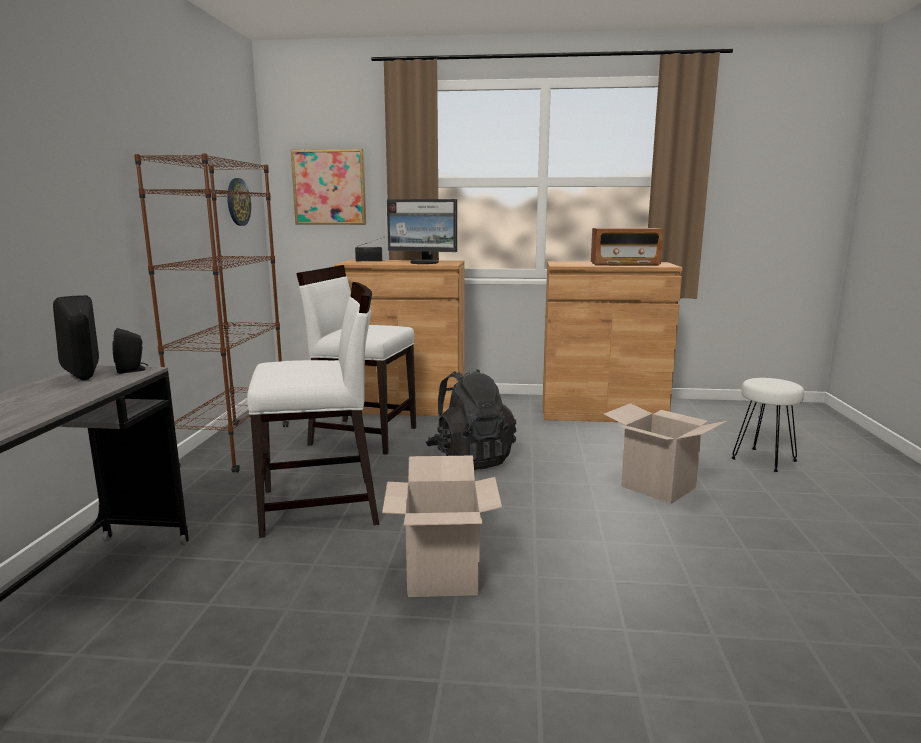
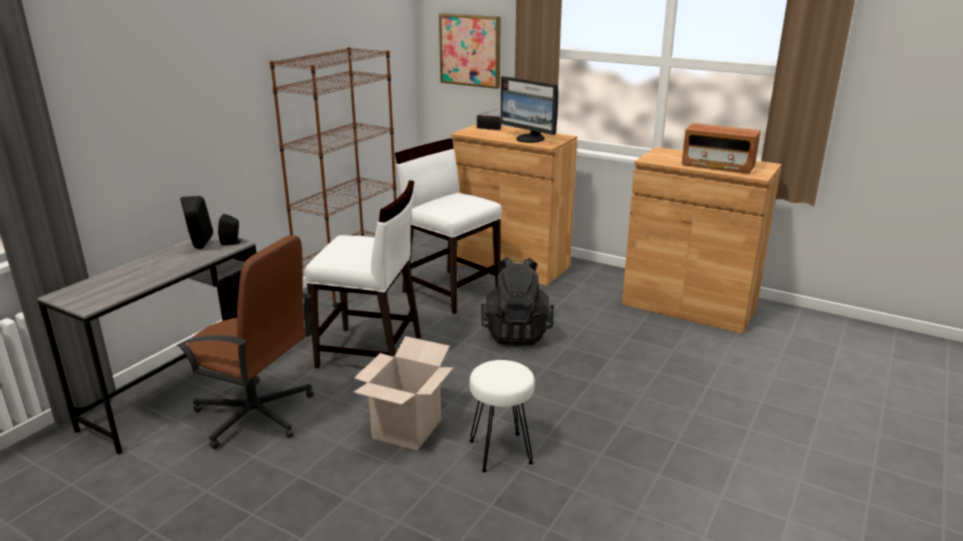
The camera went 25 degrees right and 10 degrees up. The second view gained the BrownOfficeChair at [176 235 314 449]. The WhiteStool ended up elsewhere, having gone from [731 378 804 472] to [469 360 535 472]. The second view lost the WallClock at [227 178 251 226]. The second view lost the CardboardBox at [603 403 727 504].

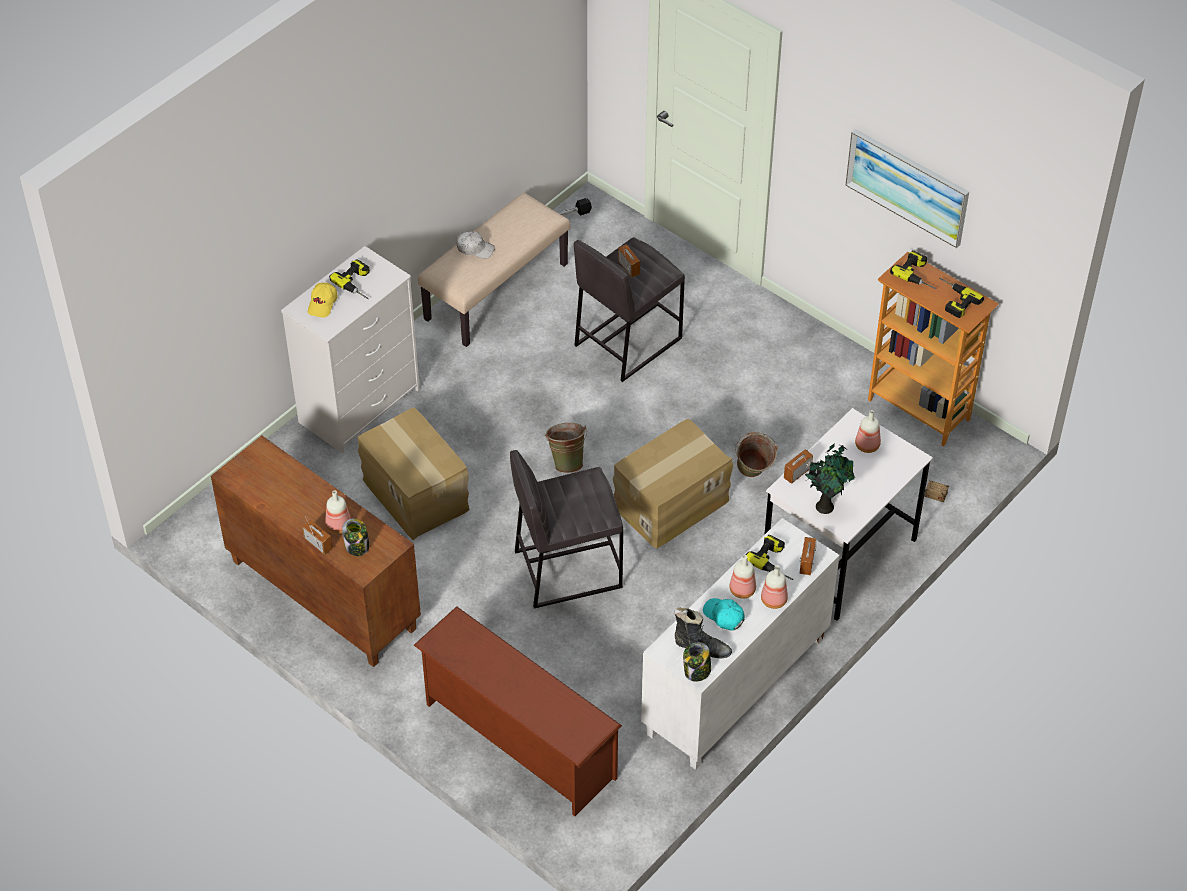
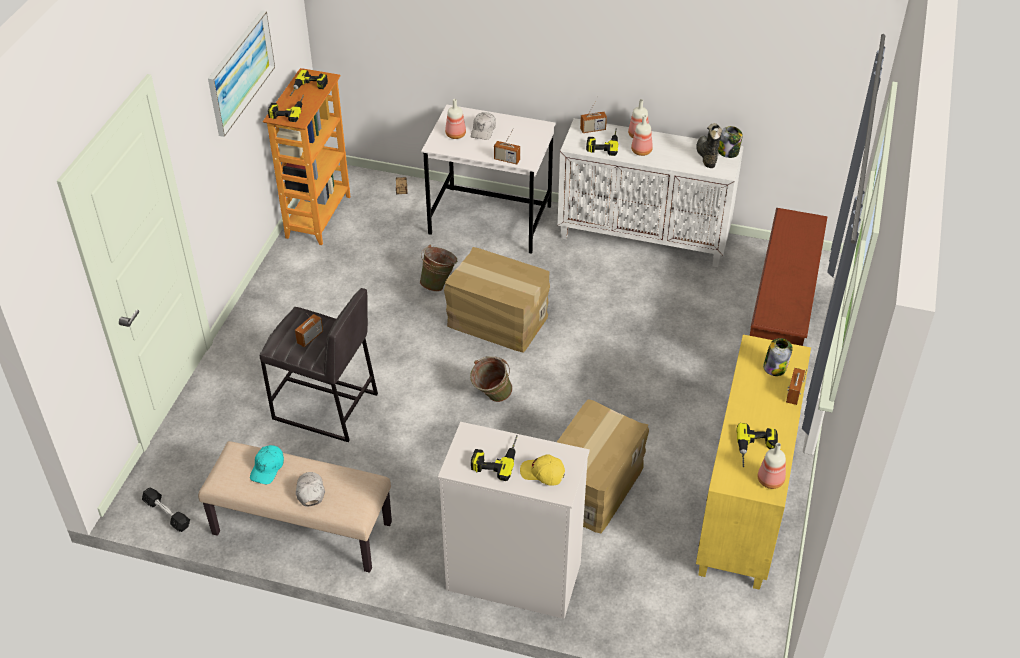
The camera went 115 degrees left and 5 degrees down. The TurquoiseCap ended up elsewhere, having gone from [703 598 745 631] to [250 445 284 484]. The second view gained the WhiteCap at [471 112 496 140]. The YellowCap at [308 283 338 318] ended up facing another way, 150 degrees counterclockwise from before. What was the BrownCabinet at [211 436 421 667] turned into the YellowCabinet at [696 335 811 590]. The second view gained the PowerDrill at [737 423 778 467]. The Bottle ended up elsewhere, having gone from [325 490 351 534] to [758 443 786 489]. The second view lost the GreyStool at [510 450 623 608]. The second view lost the PottedPlant at [805 443 855 514].

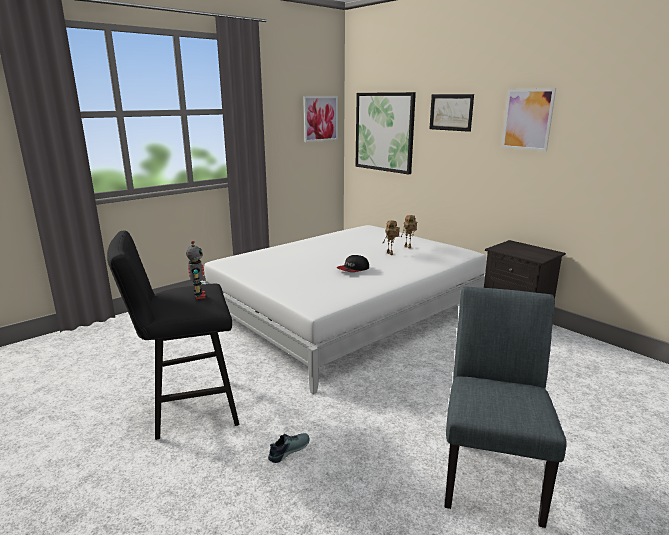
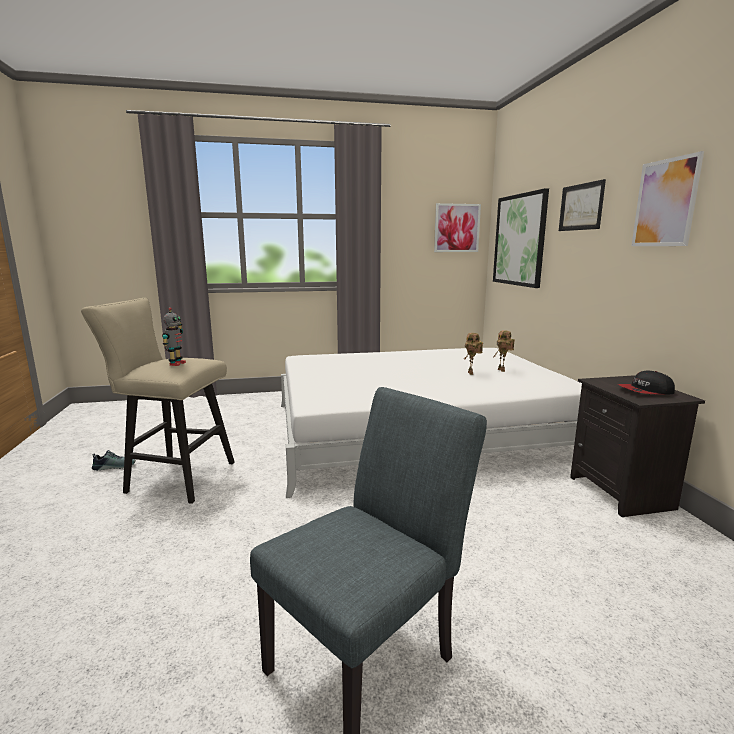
The camera went 30 degrees right and 5 degrees down. What was the BlackStool at [107 231 240 440] turned into the BeigeStool at [81 298 235 504]. The Shoe ended up elsewhere, having gone from [268 433 310 463] to [92 450 136 471]. The Cap ended up elsewhere, having gone from [336 255 369 272] to [618 371 675 395].

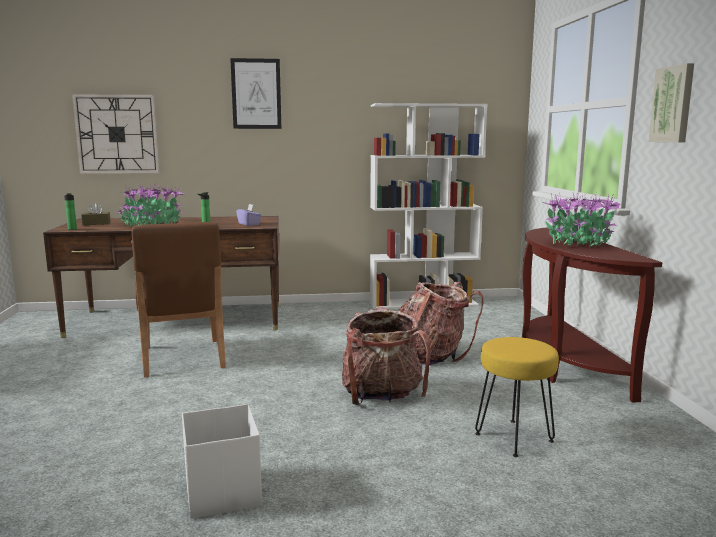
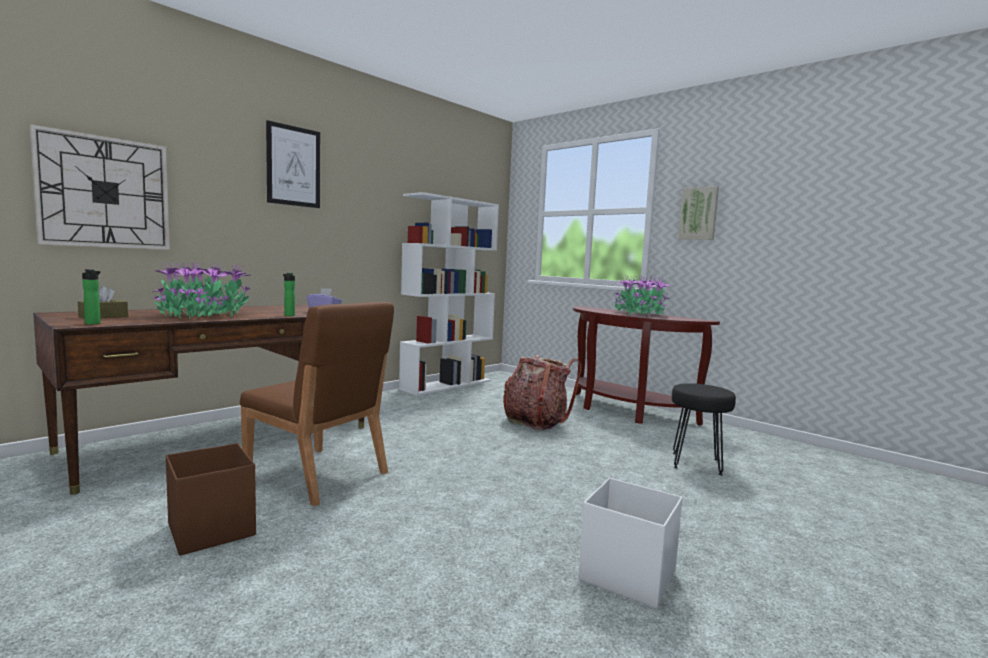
The camera went 40 degrees left and 5 degrees down. The second view gained the BrownStorageBox at [166 443 256 556]. What was the YellowStool at [475 337 559 457] turned into the BlackStool at [672 383 736 475]. The second view lost the Backpack at [342 307 431 405].

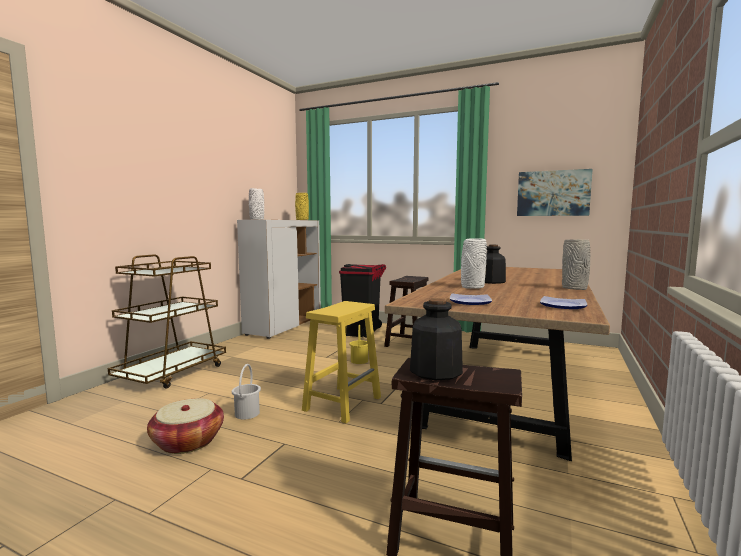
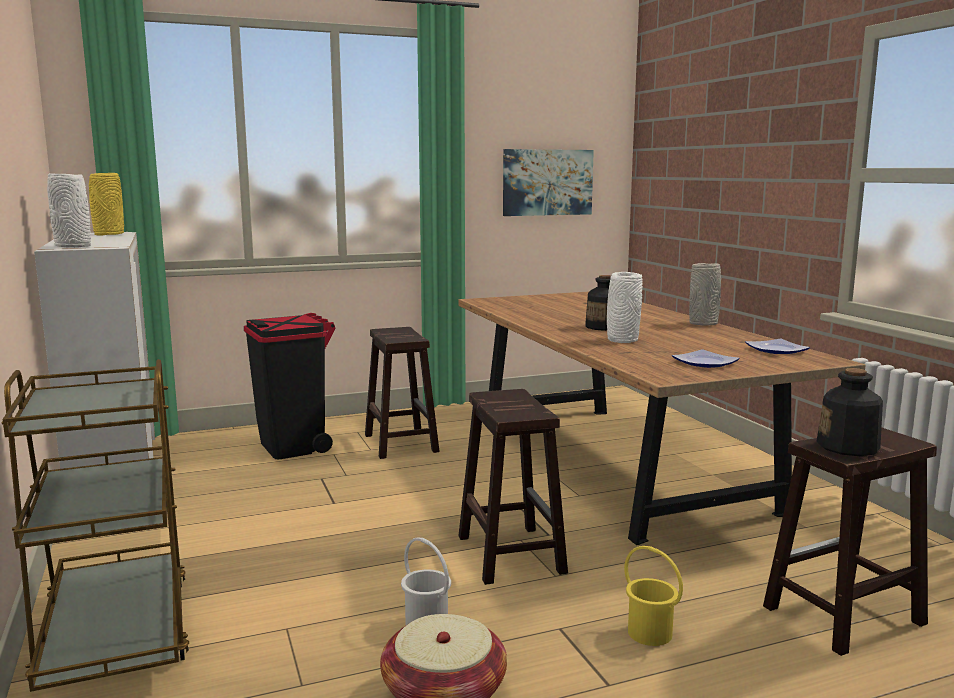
The camera went 45 degrees left and 5 degrees up. What was the YellowStool at [302 301 381 424] turned into the BrownStool at [458 389 568 585]. The YellowBucket ended up elsewhere, having gone from [349 325 368 364] to [624 546 683 646].

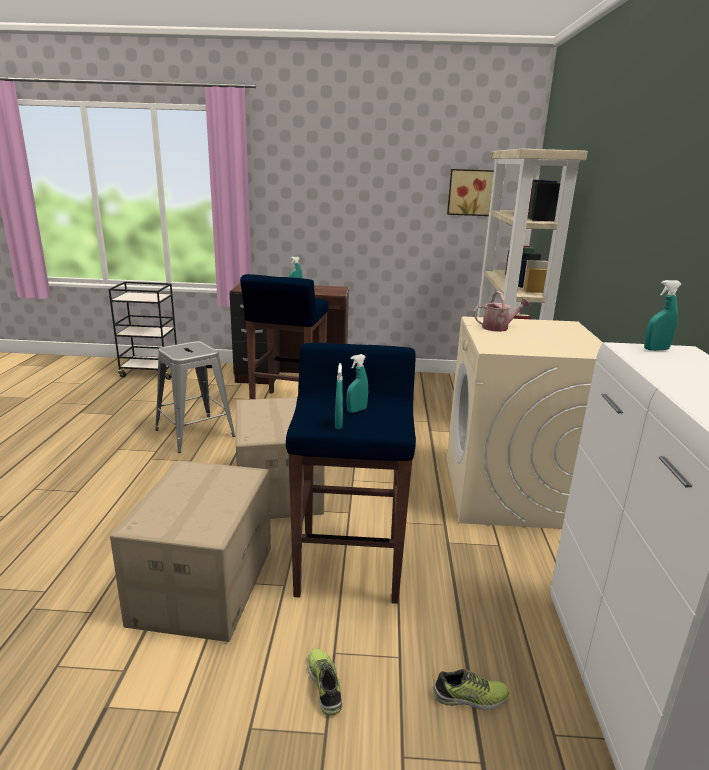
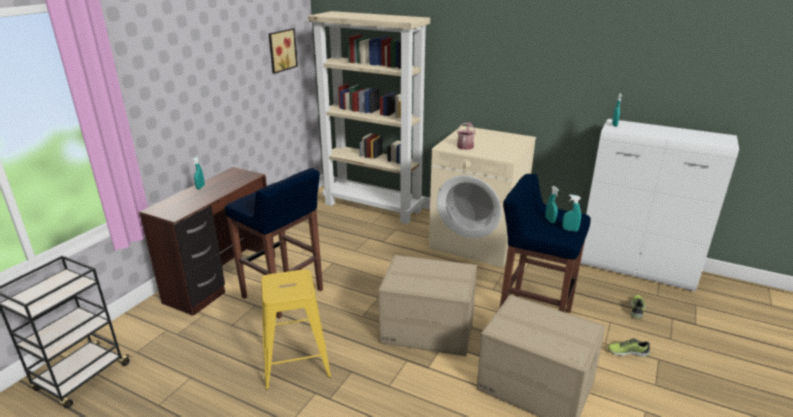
The camera went 65 degrees left and 5 degrees up. What was the GreyStool at [155 341 235 453] turned into the YellowStool at [261 269 331 389].

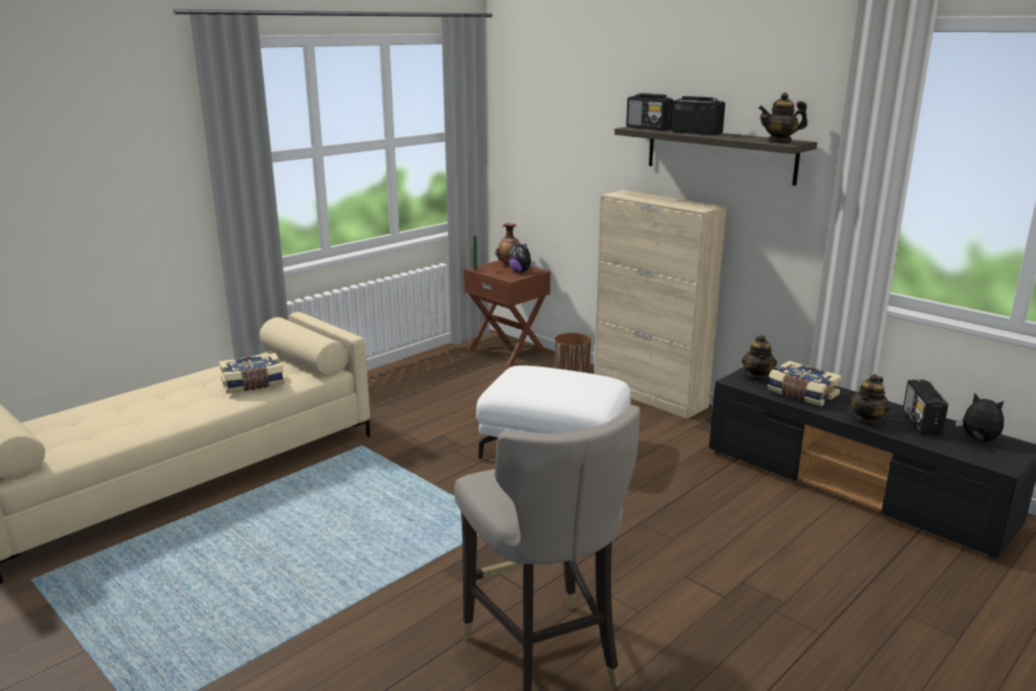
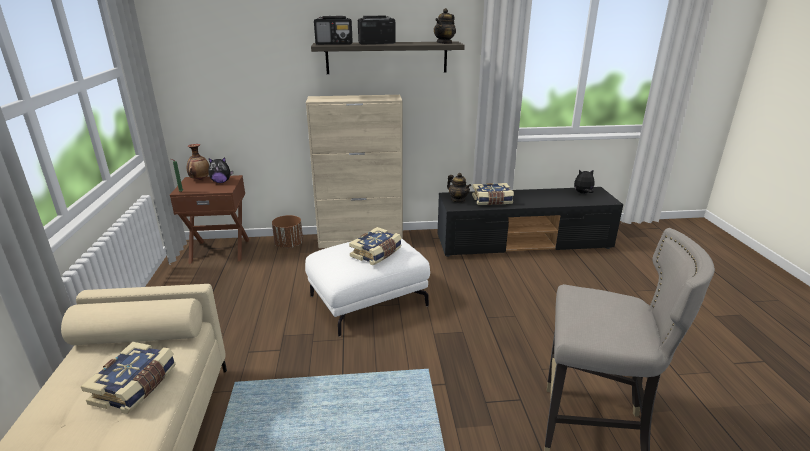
The camera went 50 degrees left and 5 degrees up. The second view gained the Book at [349 227 402 265]. The second view lost the Teapot at [850 374 890 427]. The second view lost the Radio at [903 379 948 436].

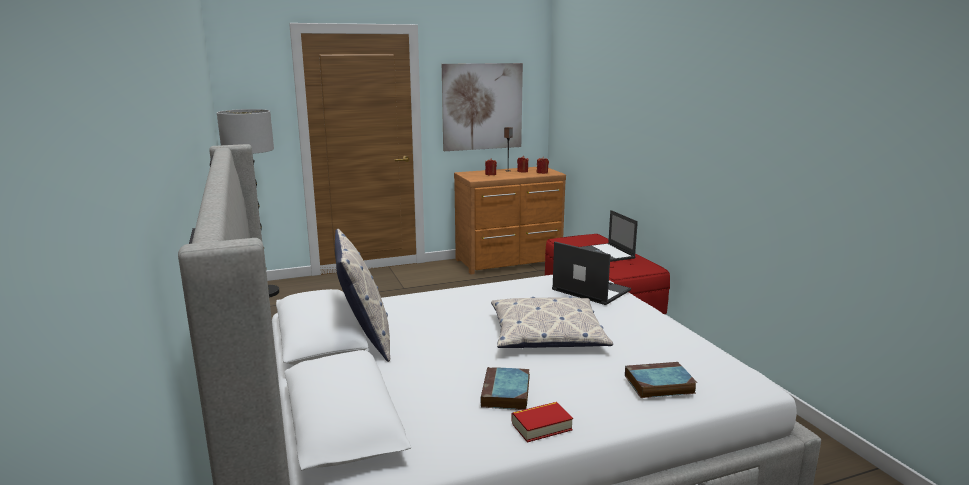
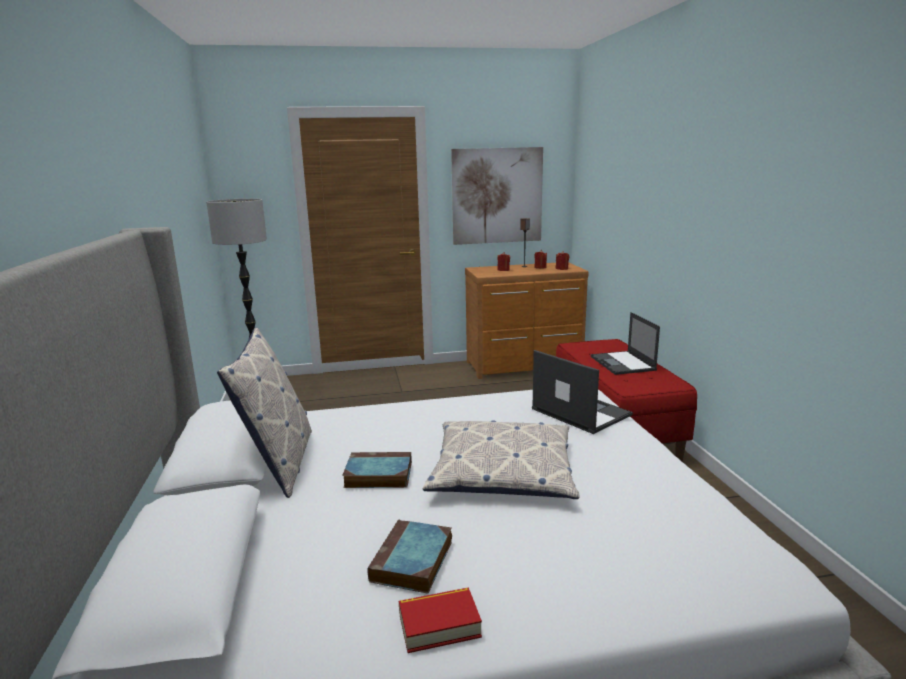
The camera went 10 degrees right and 0 degrees up. The Book ended up elsewhere, having gone from [625 362 697 398] to [342 452 412 488].

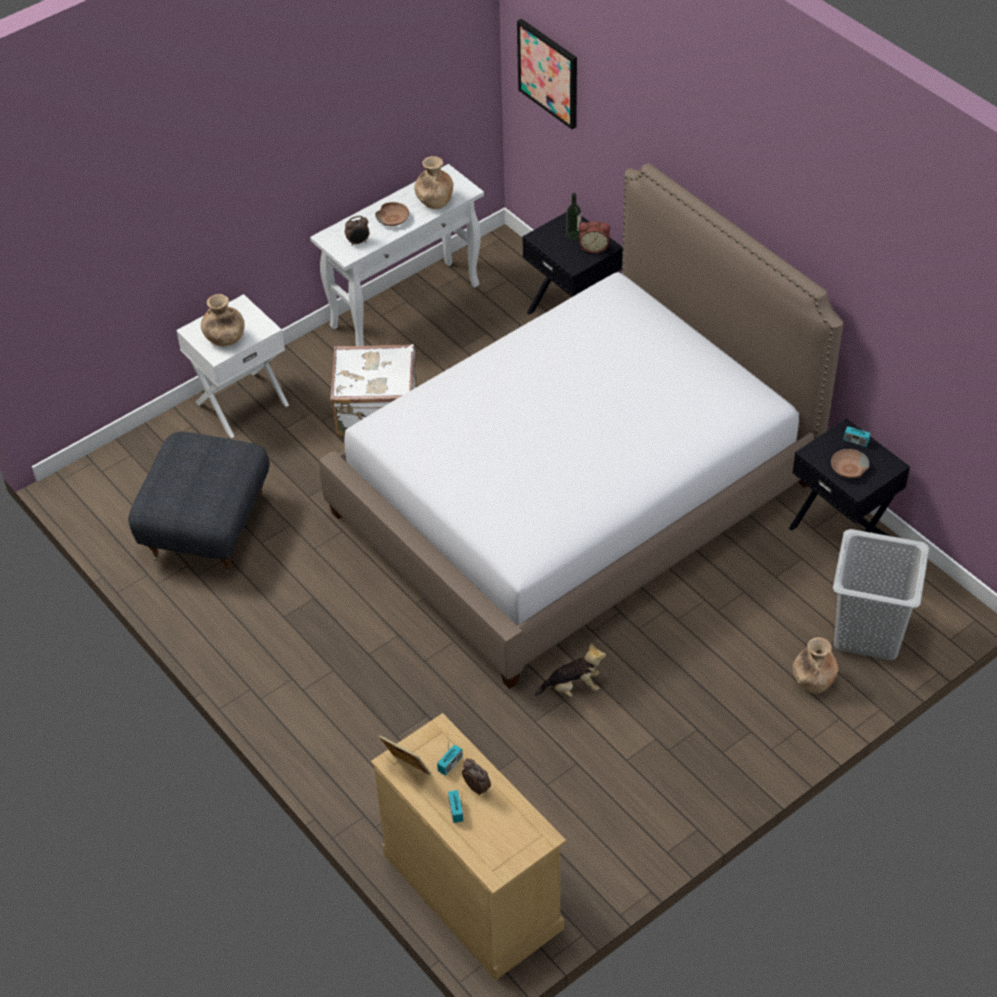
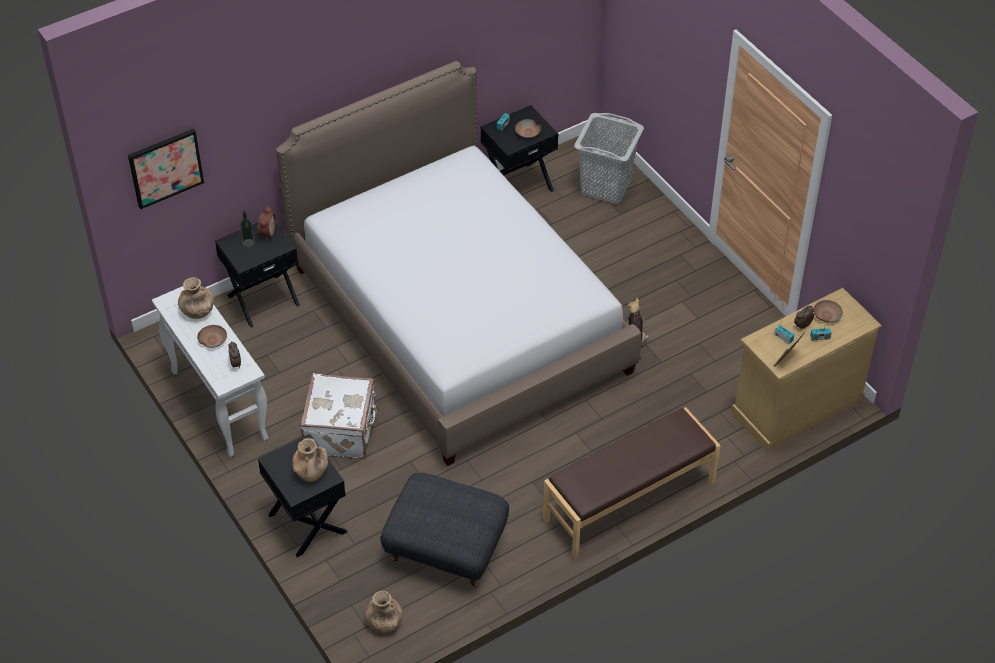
The camera went 85 degrees left and 0 degrees up. What was the WhiteNightstand at [176 294 289 438] turned into the BlackNightstand at [258 434 347 557]. The BrownVase ended up elsewhere, having gone from [793 637 838 694] to [365 591 403 632]. The second view gained the BrownBench at [543 407 721 559]. The second view gained the BrownBowl at [813 300 843 323].

